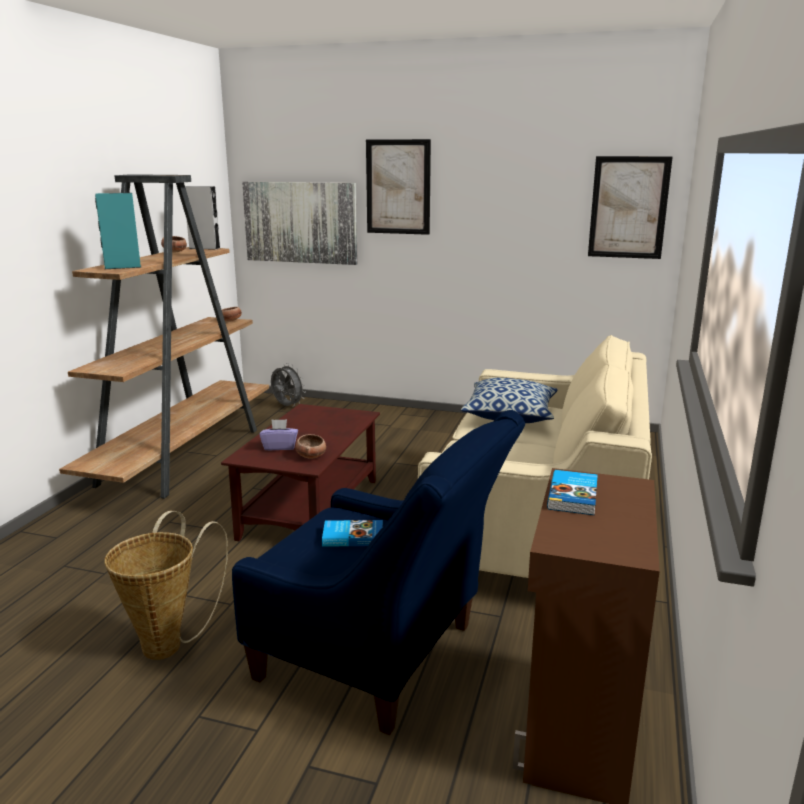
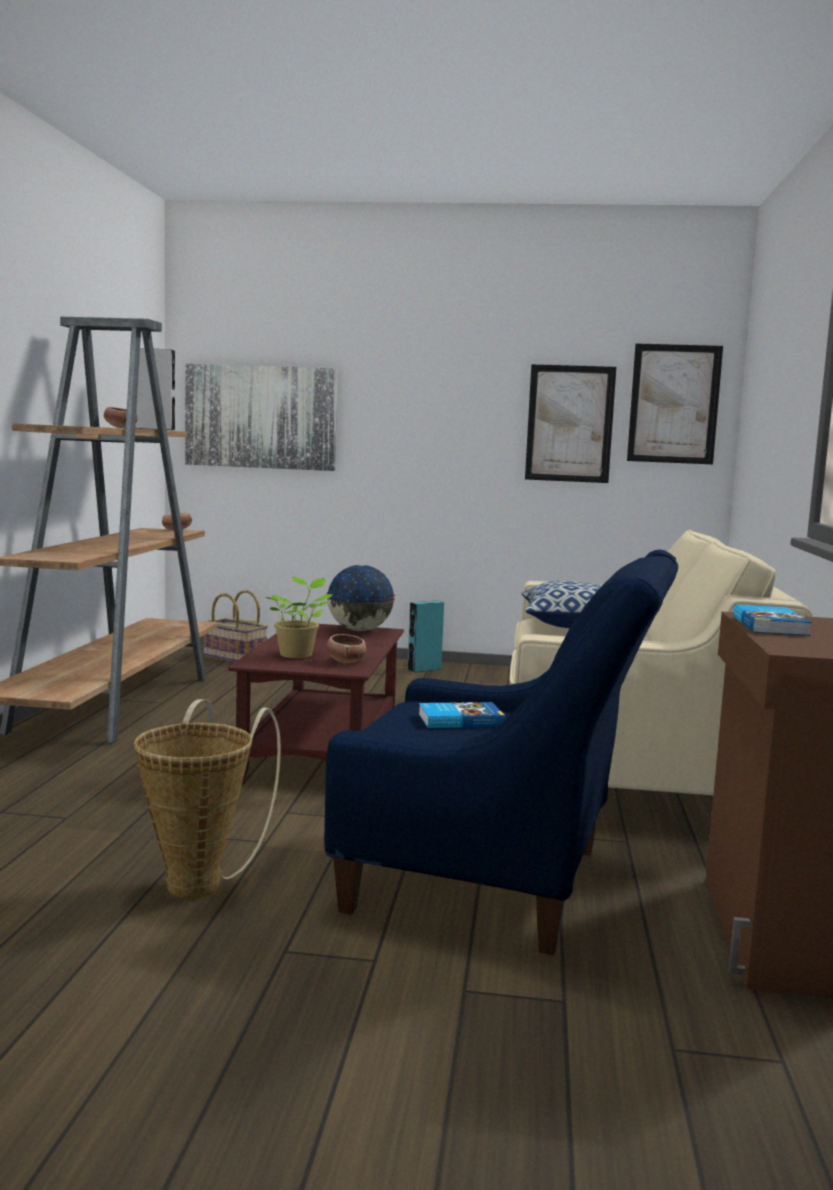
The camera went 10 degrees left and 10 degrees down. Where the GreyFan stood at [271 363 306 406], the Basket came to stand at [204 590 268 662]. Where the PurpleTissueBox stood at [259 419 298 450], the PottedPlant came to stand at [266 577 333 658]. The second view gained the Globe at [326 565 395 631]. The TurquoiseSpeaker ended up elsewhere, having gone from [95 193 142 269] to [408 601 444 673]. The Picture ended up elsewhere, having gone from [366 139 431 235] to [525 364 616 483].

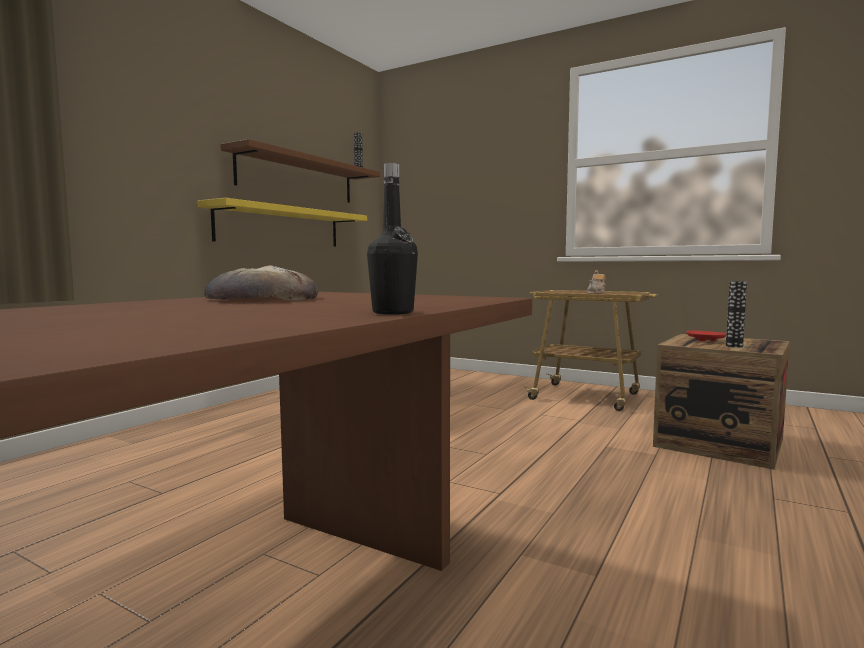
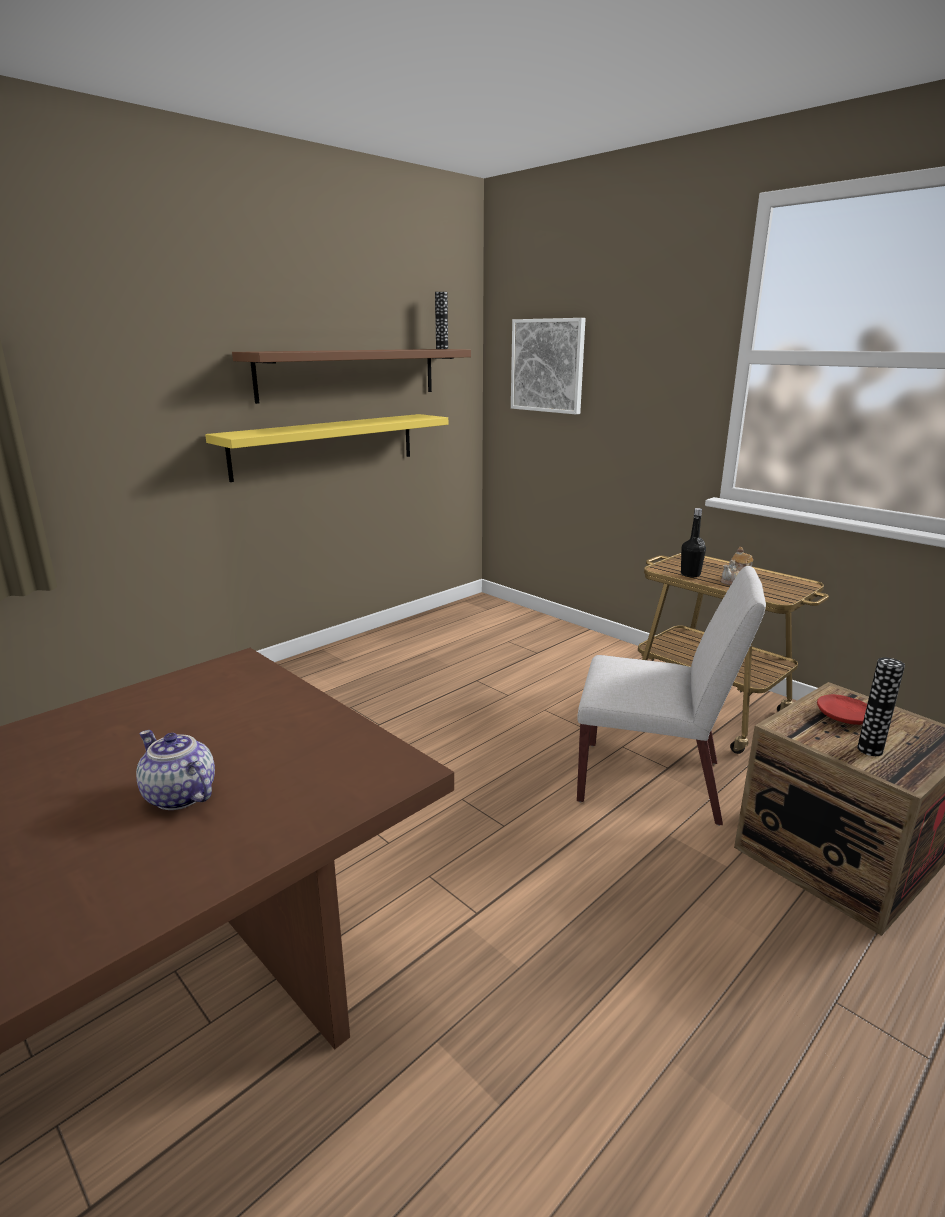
The camera went 15 degrees right and 15 degrees up. The second view gained the Teapot at [136 730 215 810]. The second view gained the Picture at [511 318 586 414]. The second view gained the WhiteChair at [577 566 766 826]. The BlackBottle ended up elsewhere, having gone from [367 163 418 314] to [681 508 706 577]. The second view lost the Bread at [204 265 318 301].

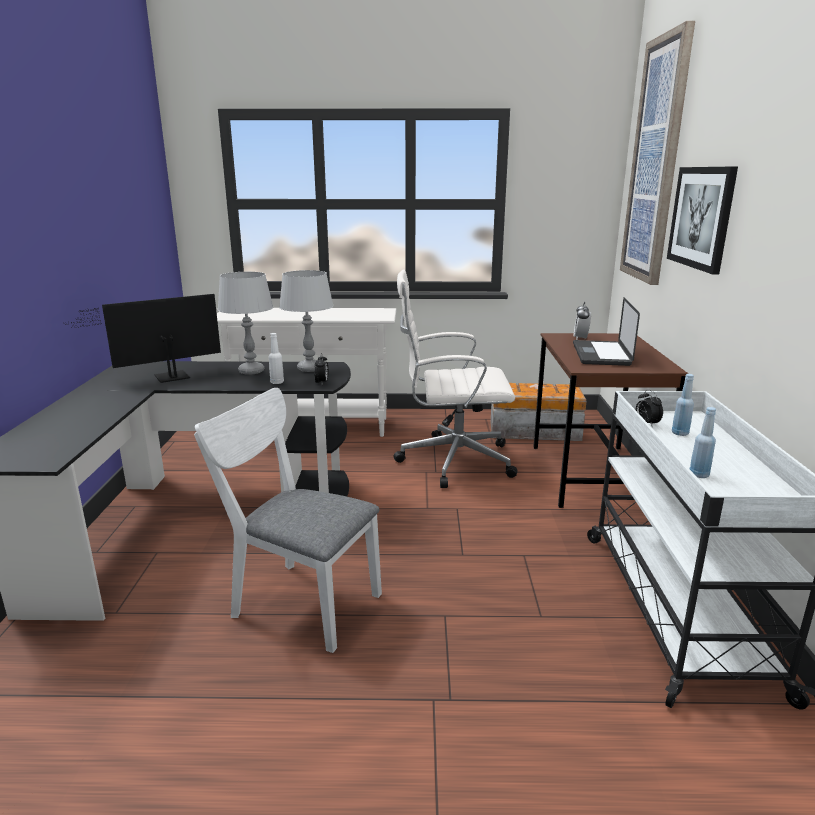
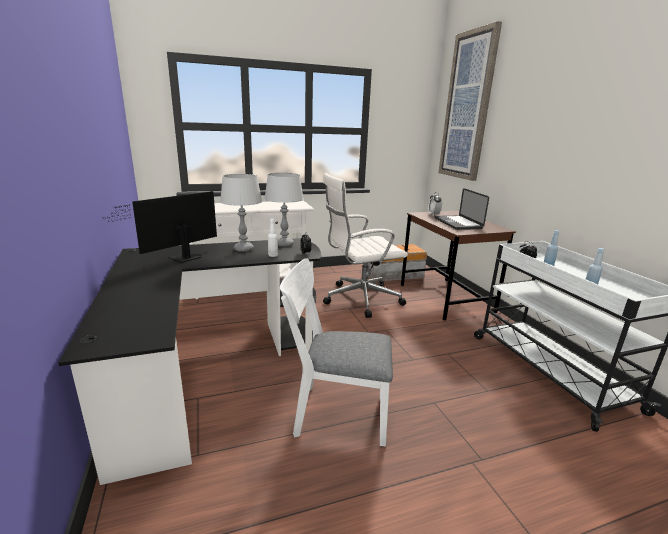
The camera went 20 degrees left and 0 degrees up. The second view lost the Picture at [667 167 738 275].

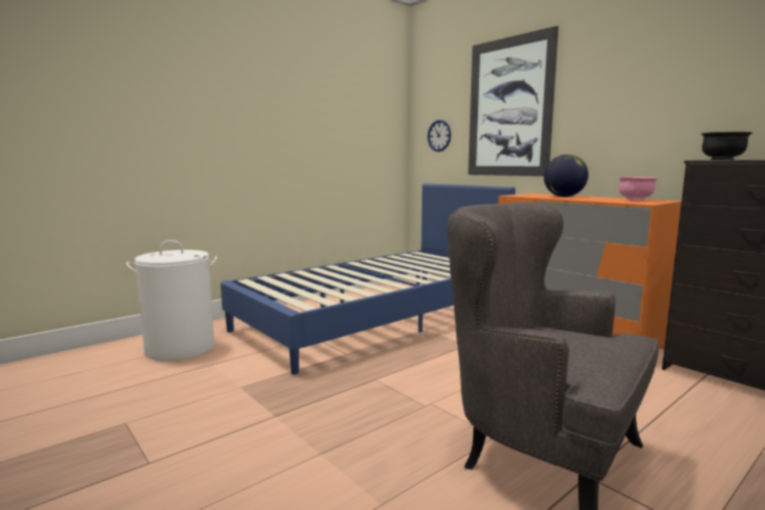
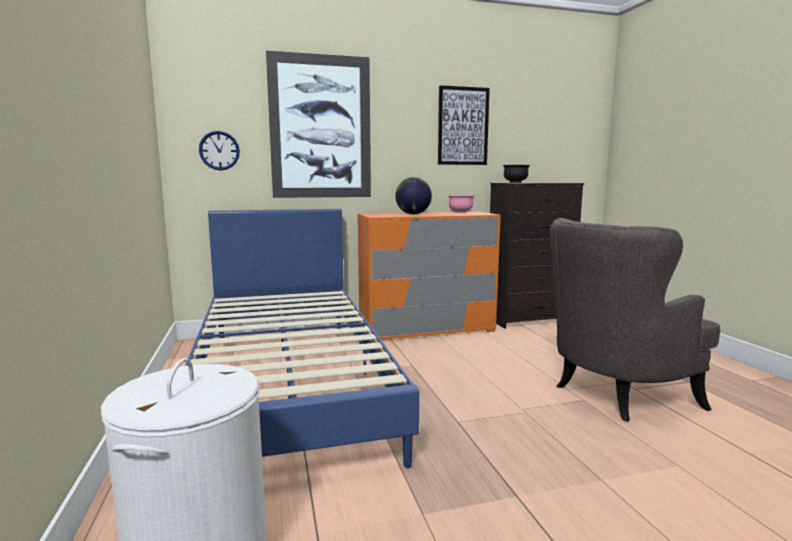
The camera went 65 degrees left and 0 degrees up. The second view gained the Picture at [438 85 490 165].

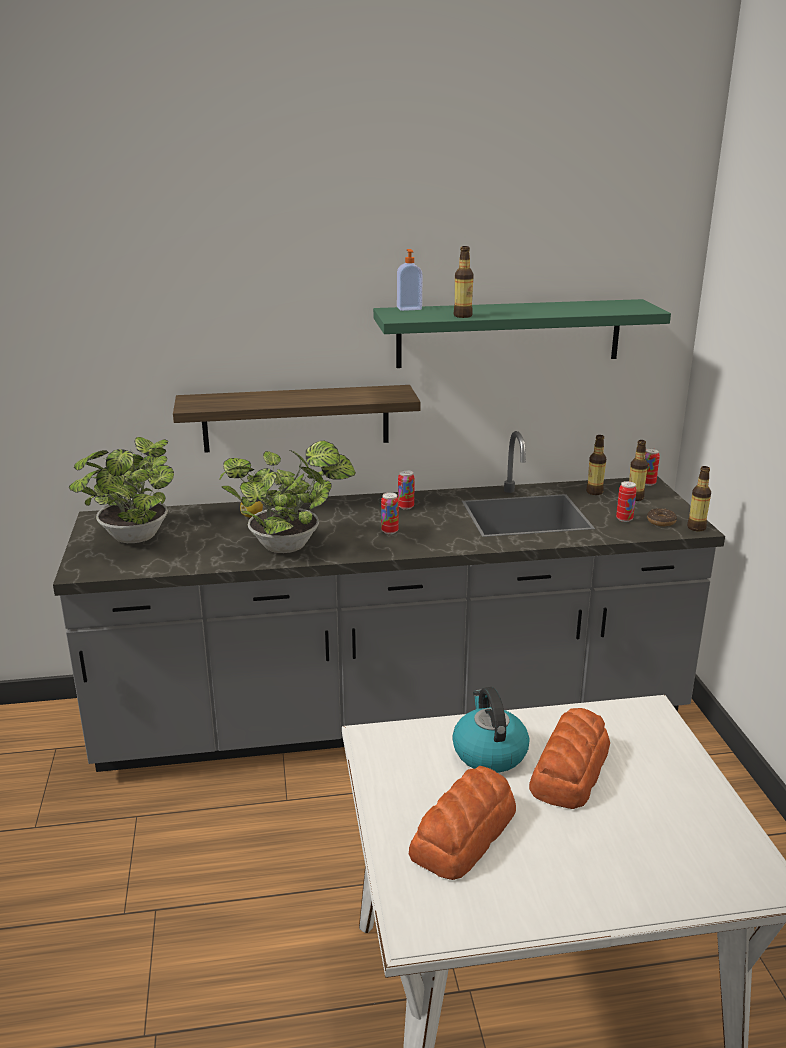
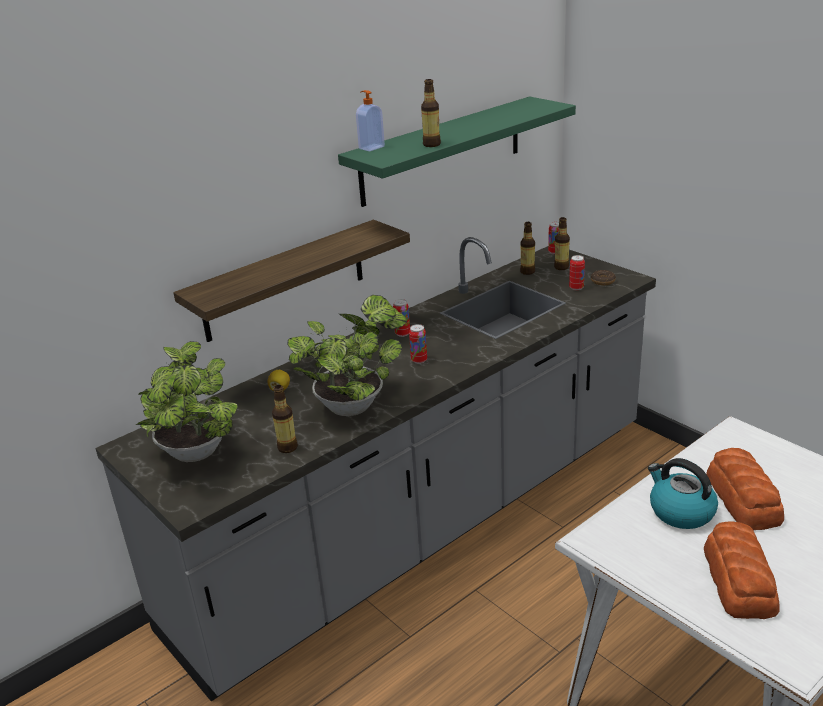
The camera went 30 degrees left and 5 degrees up. The Bottle ended up elsewhere, having gone from [687 466 711 531] to [272 385 298 453].

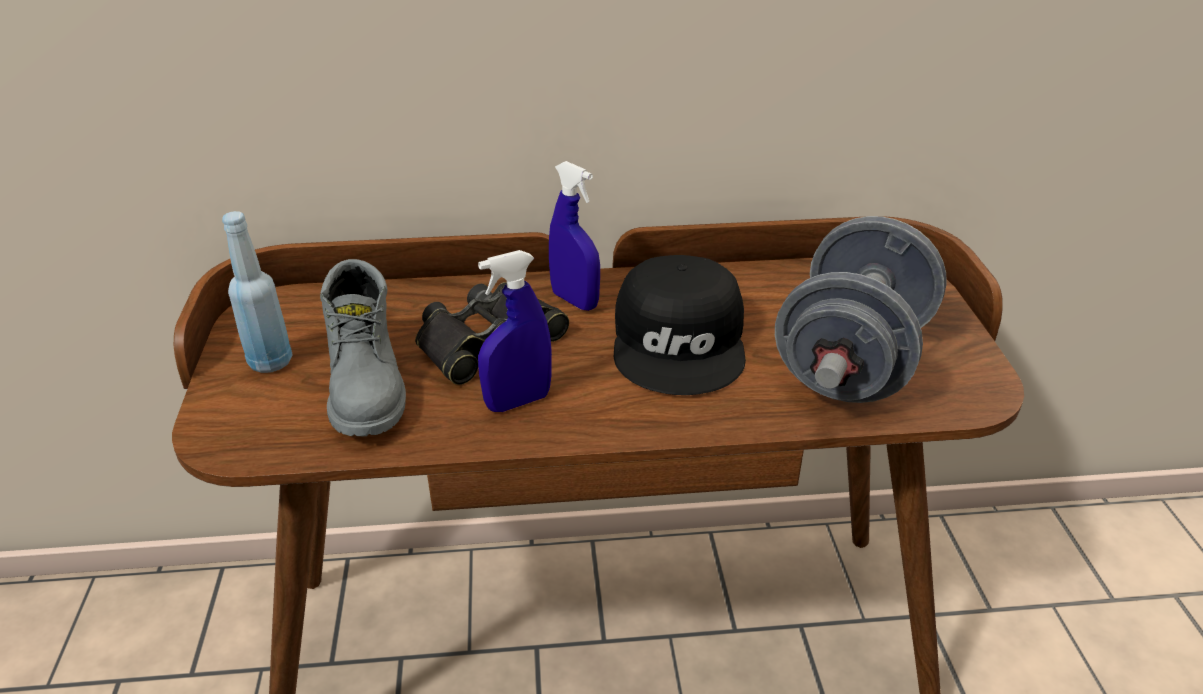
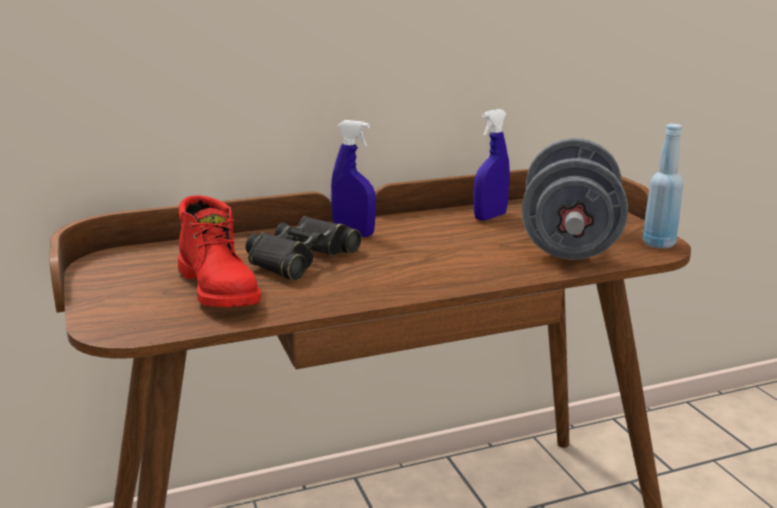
The camera went 15 degrees left and 15 degrees down. What was the GreyBoot at [320 259 406 436] turned into the RedBoot at [178 195 261 307]. The BlueSprayBottle ended up elsewhere, having gone from [478 250 552 412] to [473 109 510 221]. The BlueBottle ended up elsewhere, having gone from [222 211 293 373] to [643 124 683 249]. The second view lost the BlackCap at [614 255 746 395].

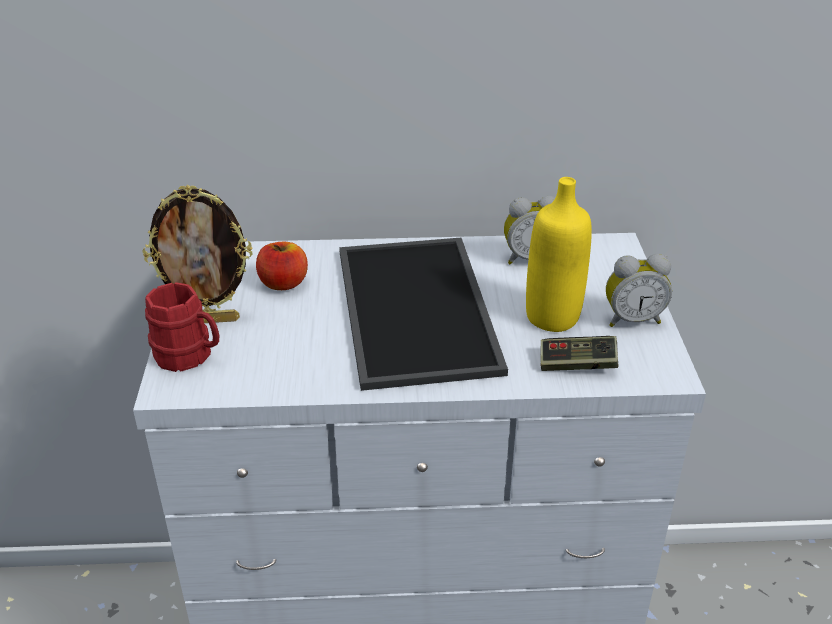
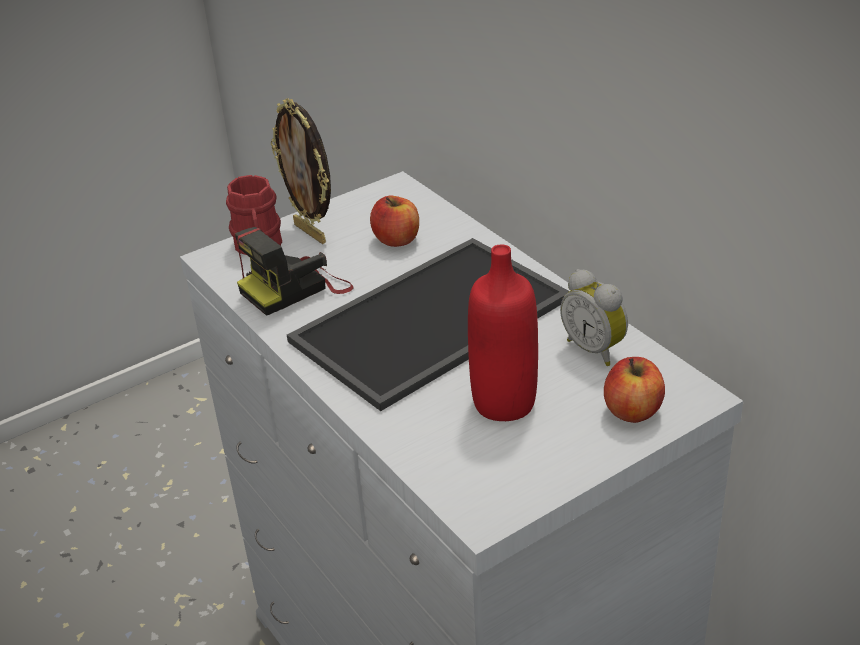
The camera went 60 degrees right and 0 degrees up. The second view gained the PhotoCamera at [235 227 354 316]. What was the YellowBottle at [526 177 592 332] turned into the RedBottle at [468 244 538 421]. The second view gained the Apple at [604 357 665 423]. The second view lost the GameController at [541 336 618 371]. The second view lost the AlarmClock at [606 254 672 327].

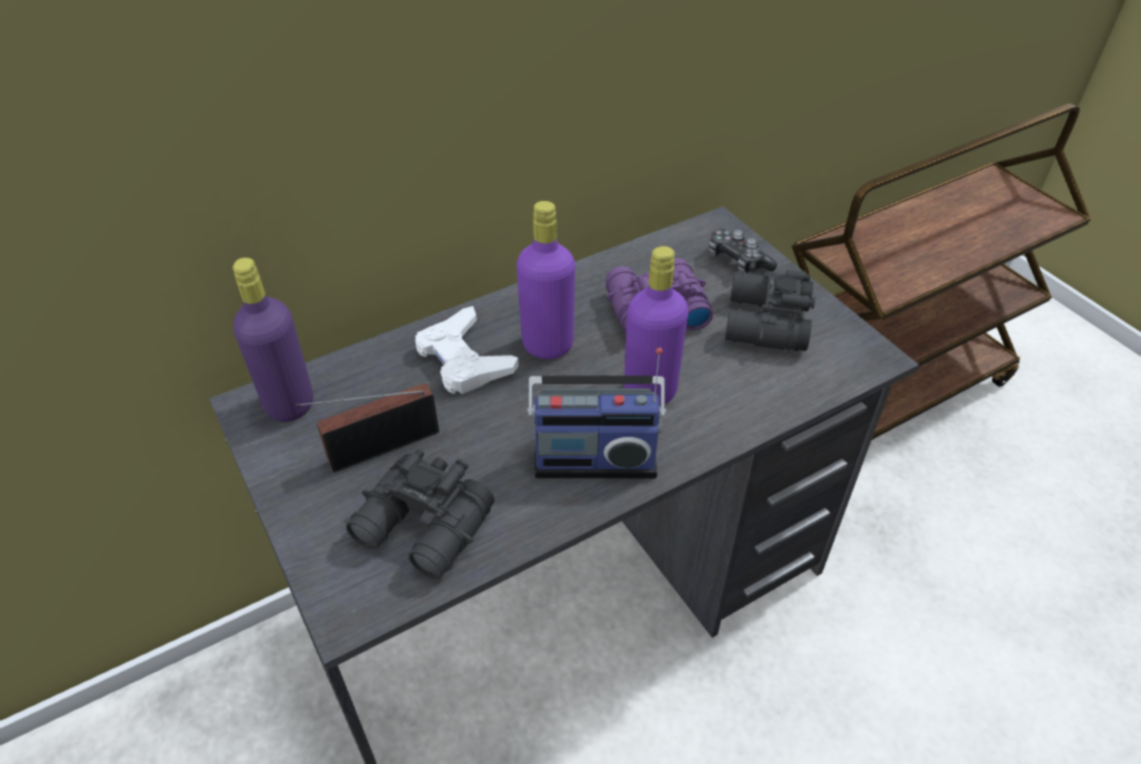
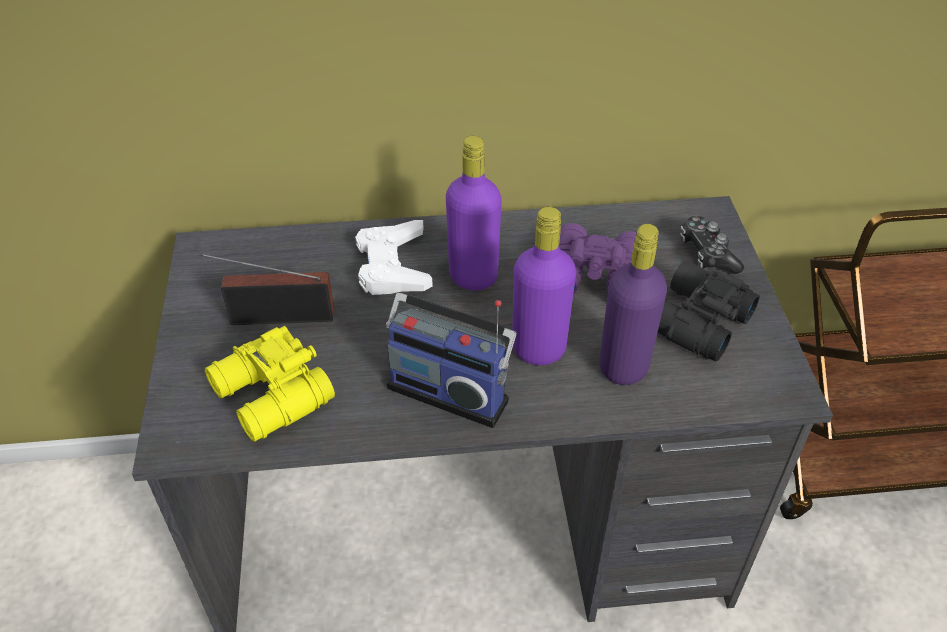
The camera went 25 degrees right and 0 degrees up. What was the BlackBinoculars at [346 450 494 579] turned into the YellowBinoculars at [204 326 335 442]. The PurpleBottle ended up elsewhere, having gone from [233 257 313 422] to [600 224 667 385].

